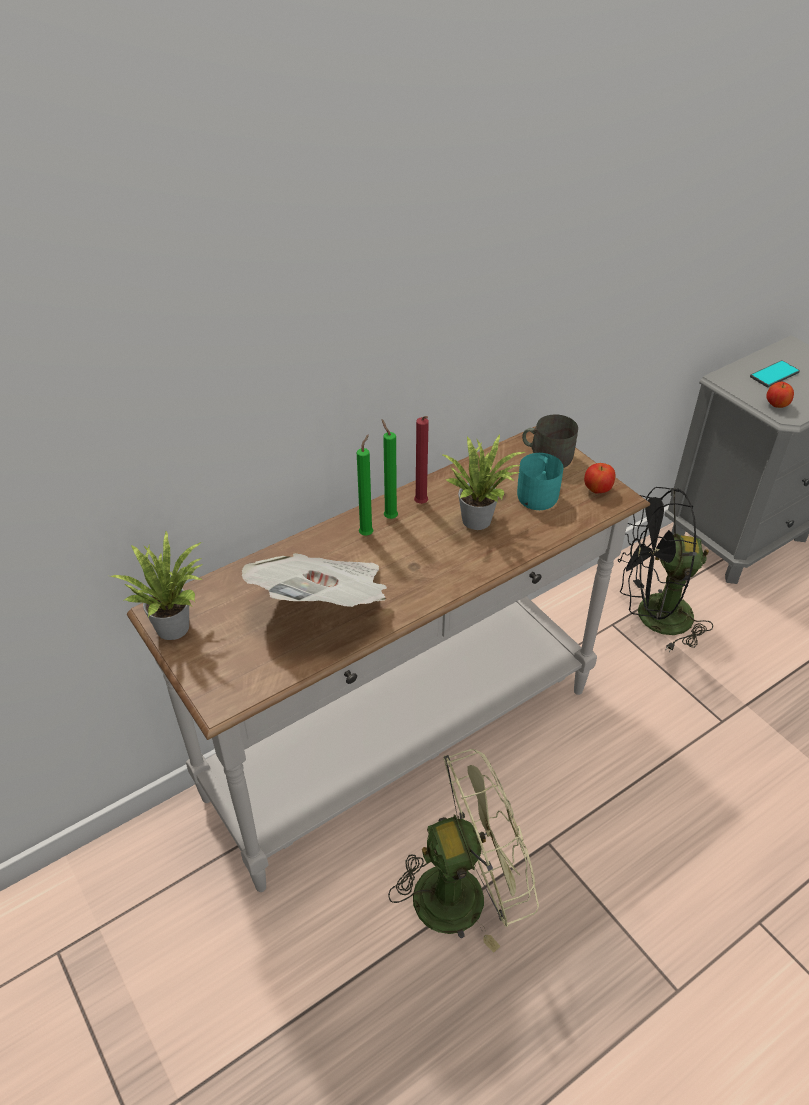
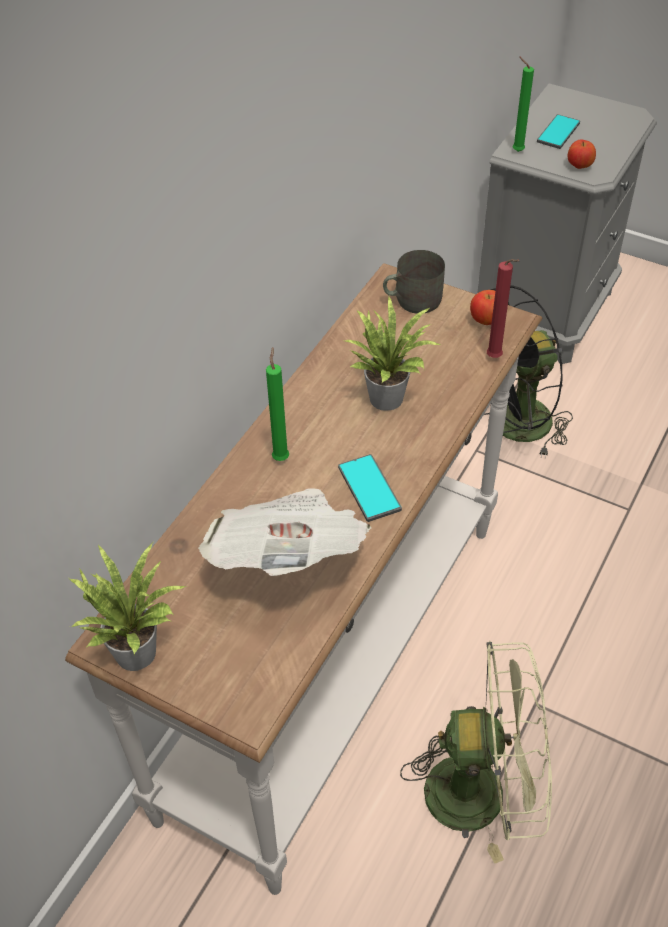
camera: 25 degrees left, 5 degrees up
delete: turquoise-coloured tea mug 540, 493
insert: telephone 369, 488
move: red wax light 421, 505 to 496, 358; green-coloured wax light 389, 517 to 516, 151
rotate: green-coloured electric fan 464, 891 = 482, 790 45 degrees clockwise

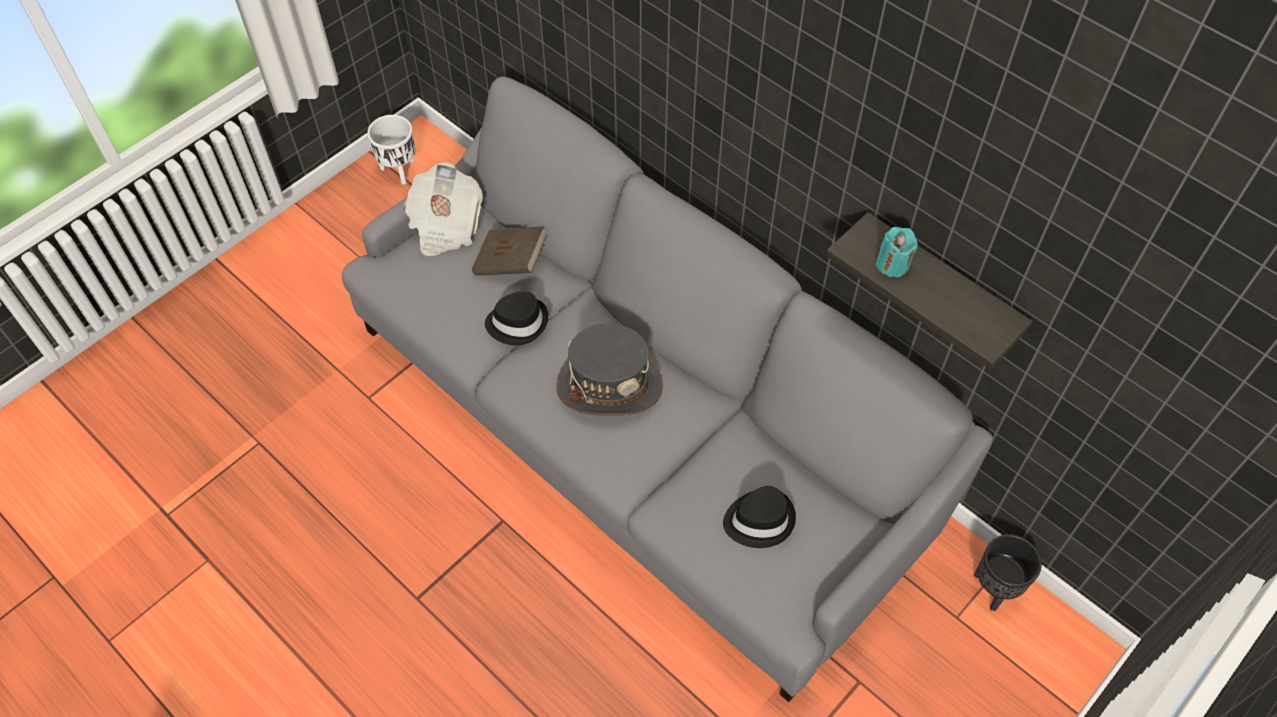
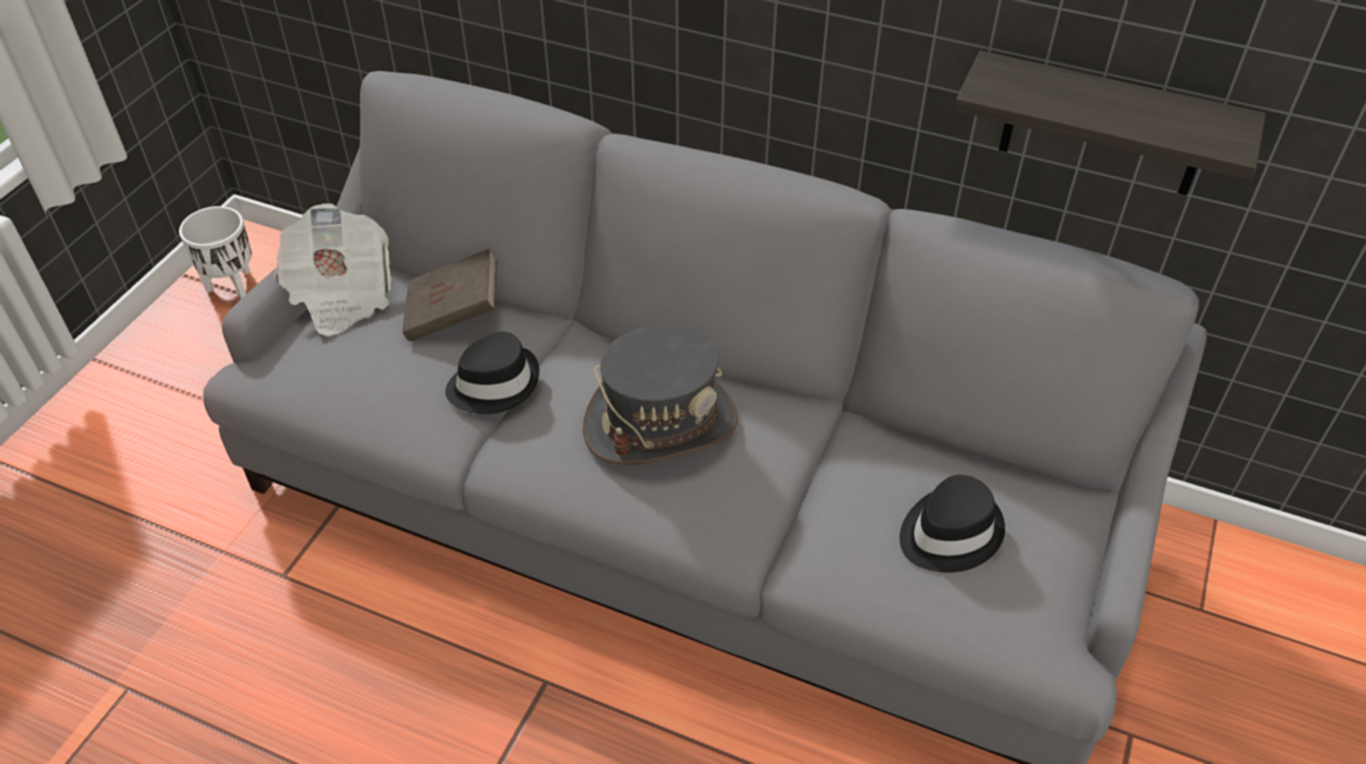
camera: 20 degrees left, 10 degrees down
delete: turquoise-coloured wax light 892, 264; black-coloured plant pot 995, 588

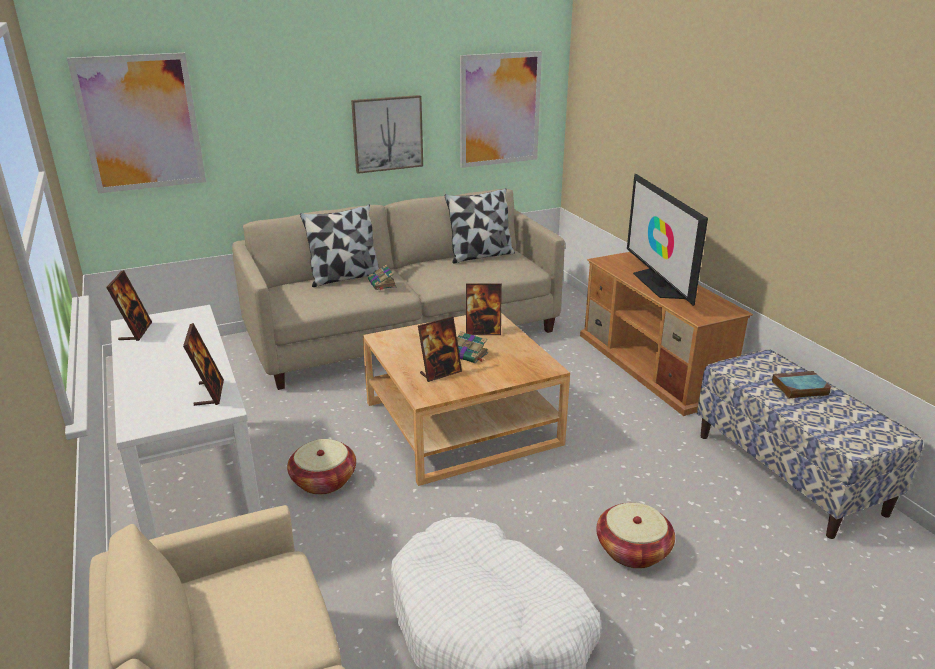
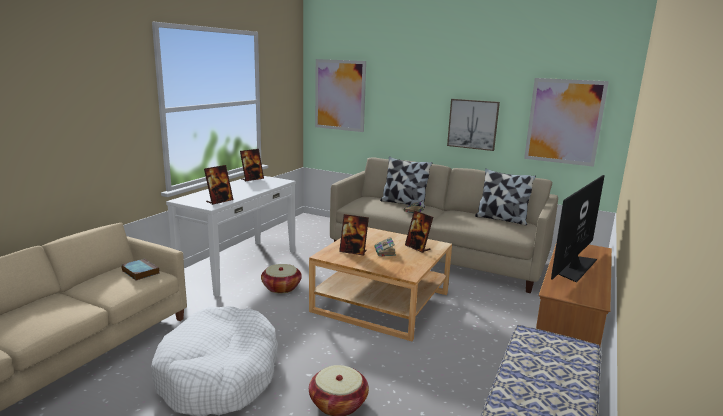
camera: 50 degrees right, 10 degrees down
move: book 799, 388 to 140, 272

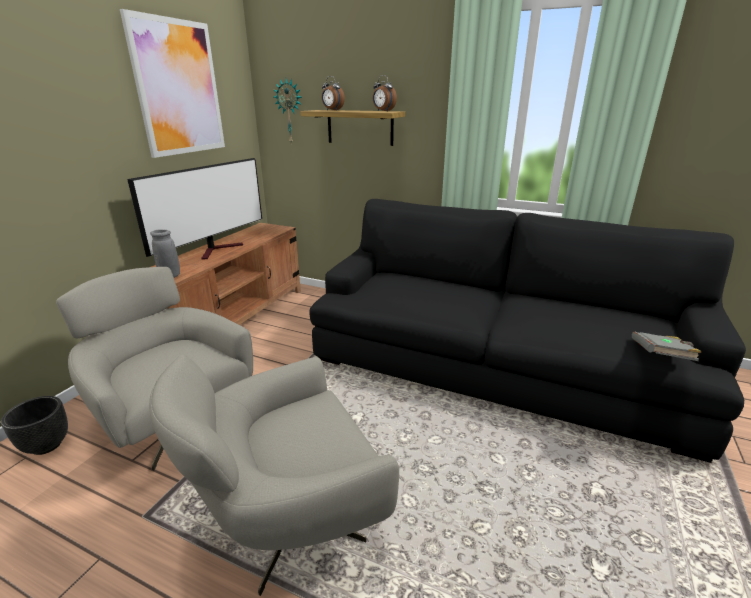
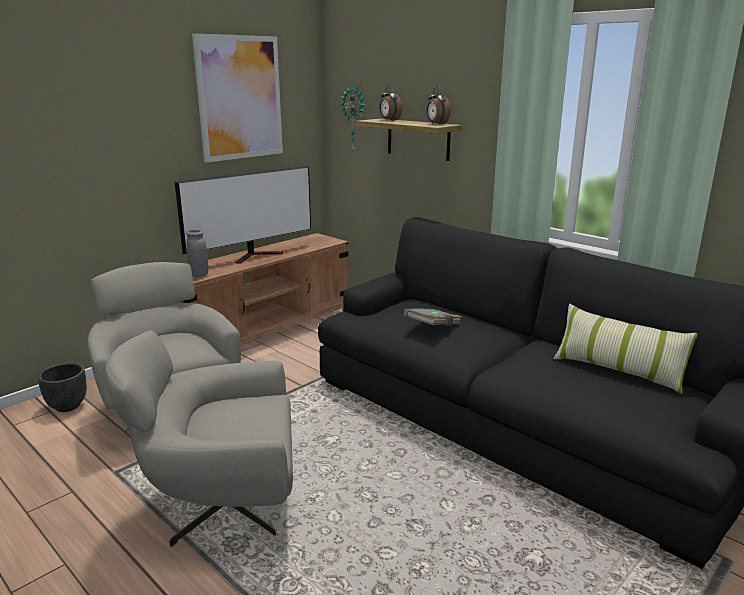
camera: 20 degrees right, 5 degrees down
insert: throw pillow 618, 370
move: grey book 661, 357 to 433, 327

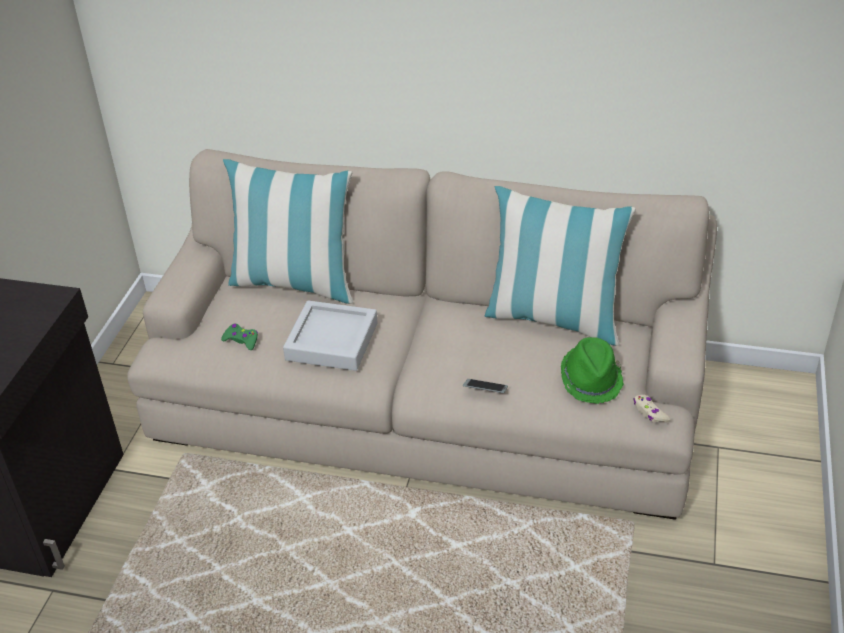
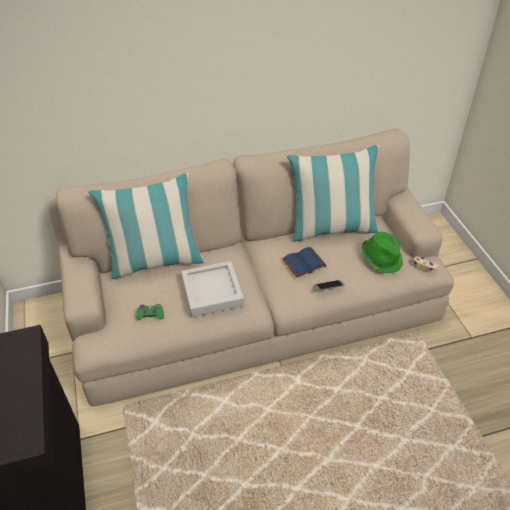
camera: 30 degrees left, 5 degrees up
insert: bluish book 304, 264

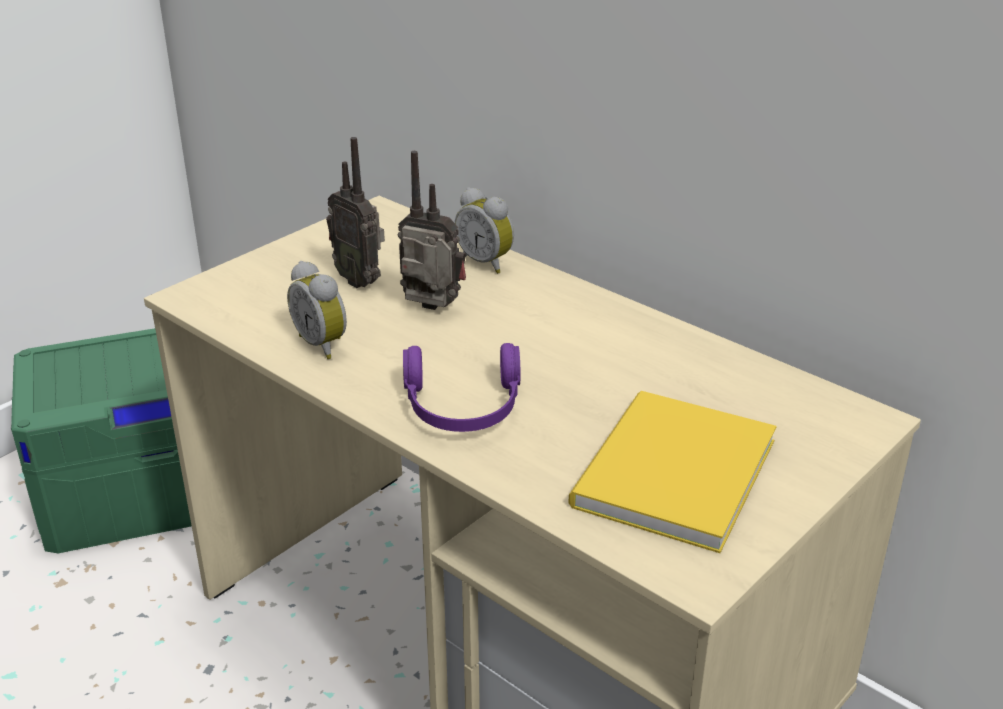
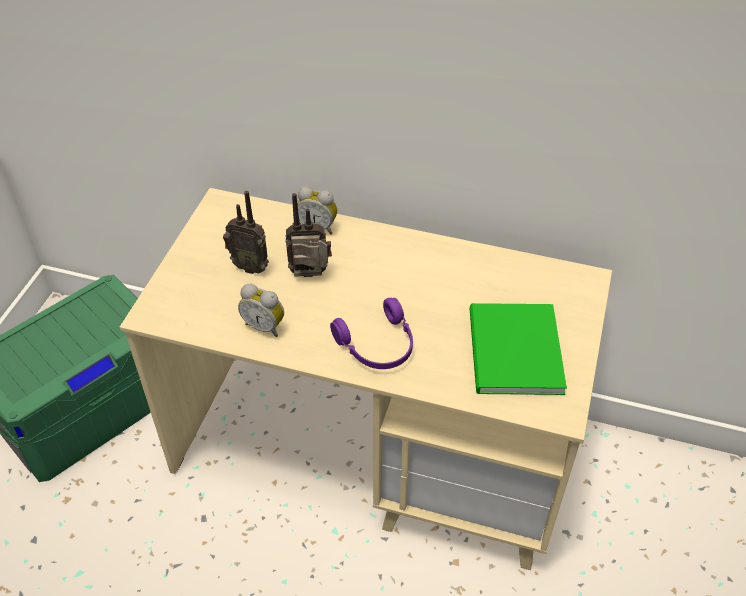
camera: 25 degrees left, 15 degrees up
recolor: yellow-coloured book 668, 475 to green-coloured book 512, 353

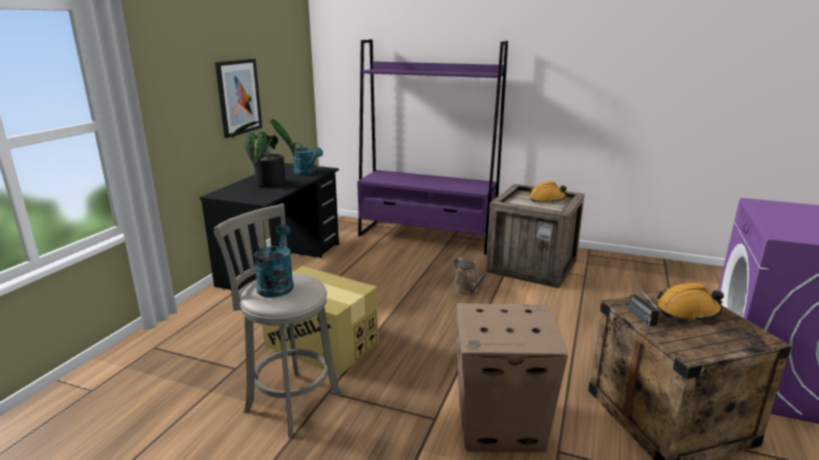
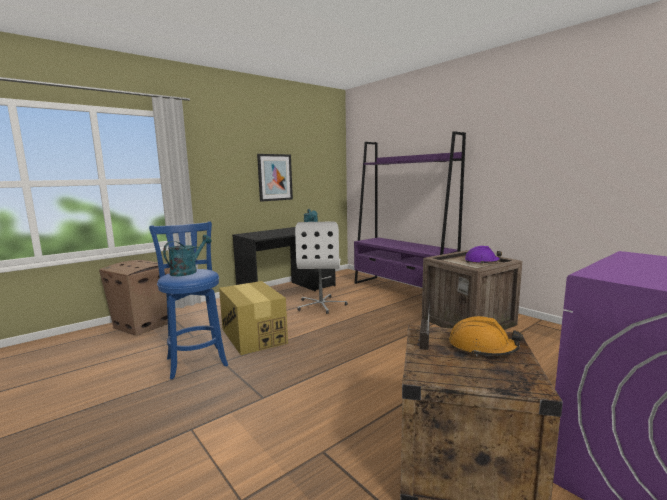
camera: 30 degrees right, 10 degrees down
delete: potted plant 268, 184; brown watering pot 467, 290
insert: whitish office chair 321, 305
move: cardboard box 501, 423 to 144, 325
recolor: orange-coloured hard hat 547, 199 to purplish hard hat 482, 262; grey stool 290, 401 to bluish stool 196, 360

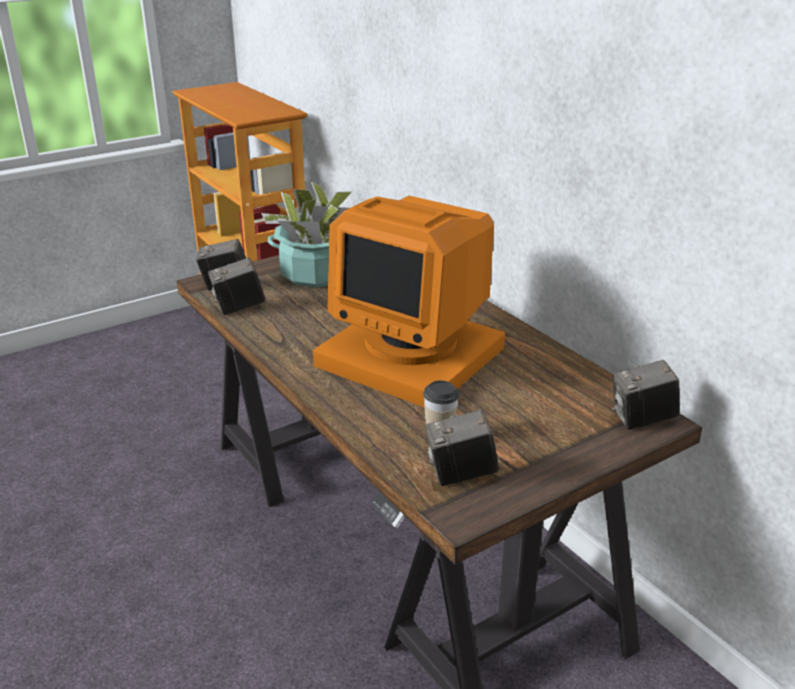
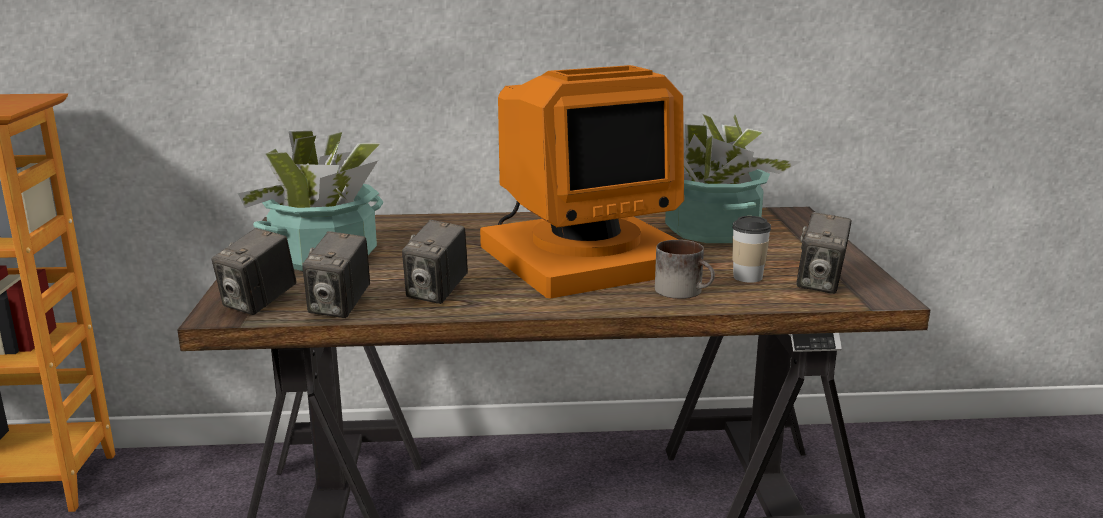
camera: 60 degrees left, 10 degrees down
insert: potted plant 712, 231; tea mug 684, 291
move: still camera 642, 420 to 437, 293

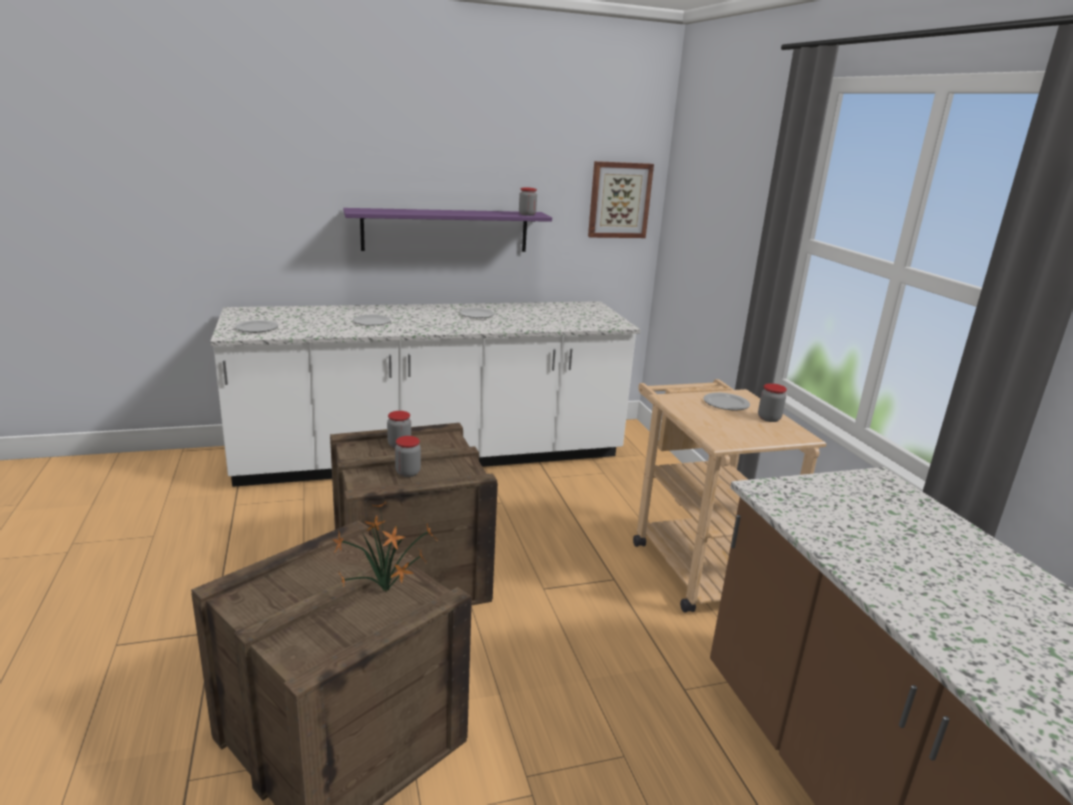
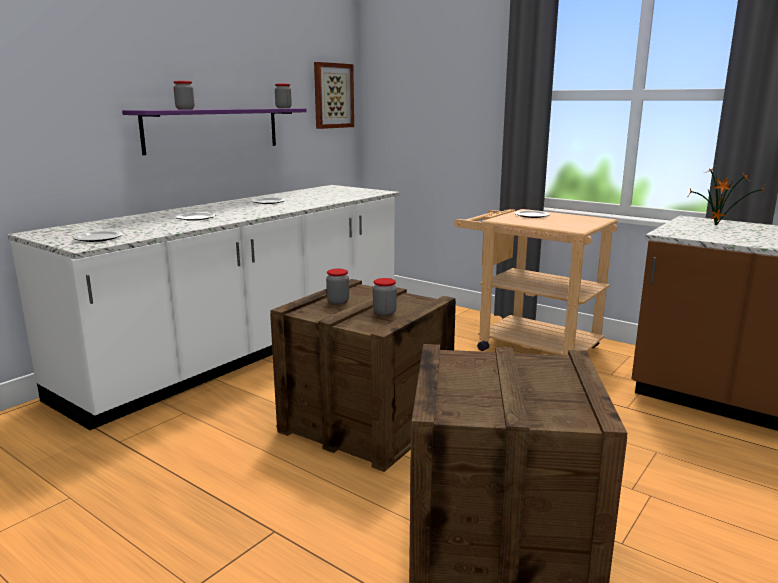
camera: 35 degrees left, 5 degrees down
move: preserve jar 769, 418 to 185, 109; potted plant 389, 592 to 716, 226

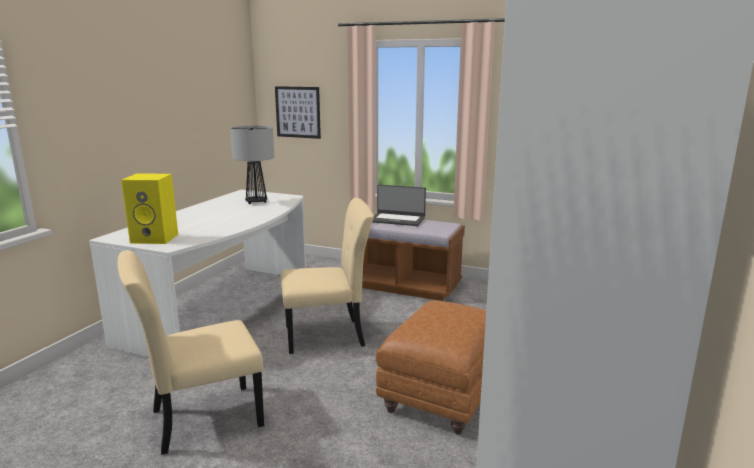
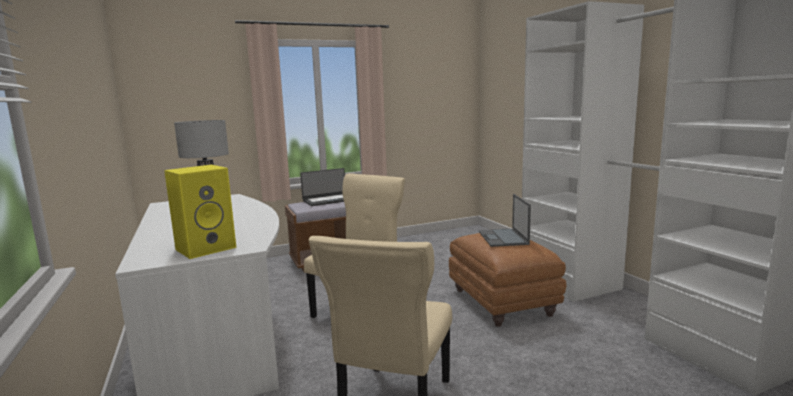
camera: 45 degrees left, 5 degrees down
delete: wall art 298, 112
insert: portable computer 503, 238

